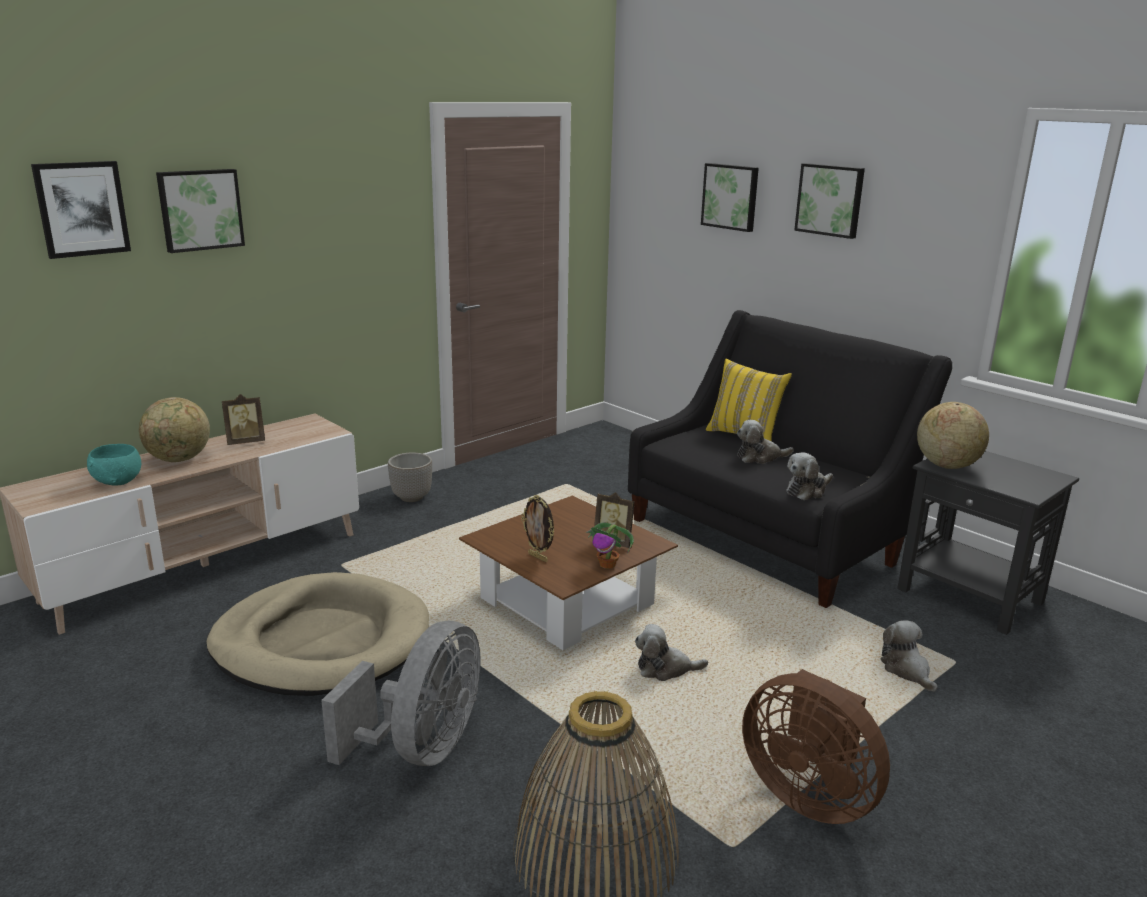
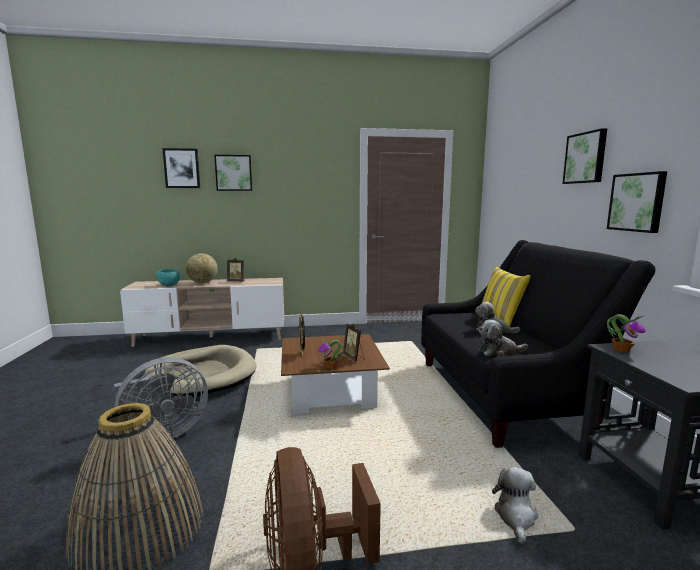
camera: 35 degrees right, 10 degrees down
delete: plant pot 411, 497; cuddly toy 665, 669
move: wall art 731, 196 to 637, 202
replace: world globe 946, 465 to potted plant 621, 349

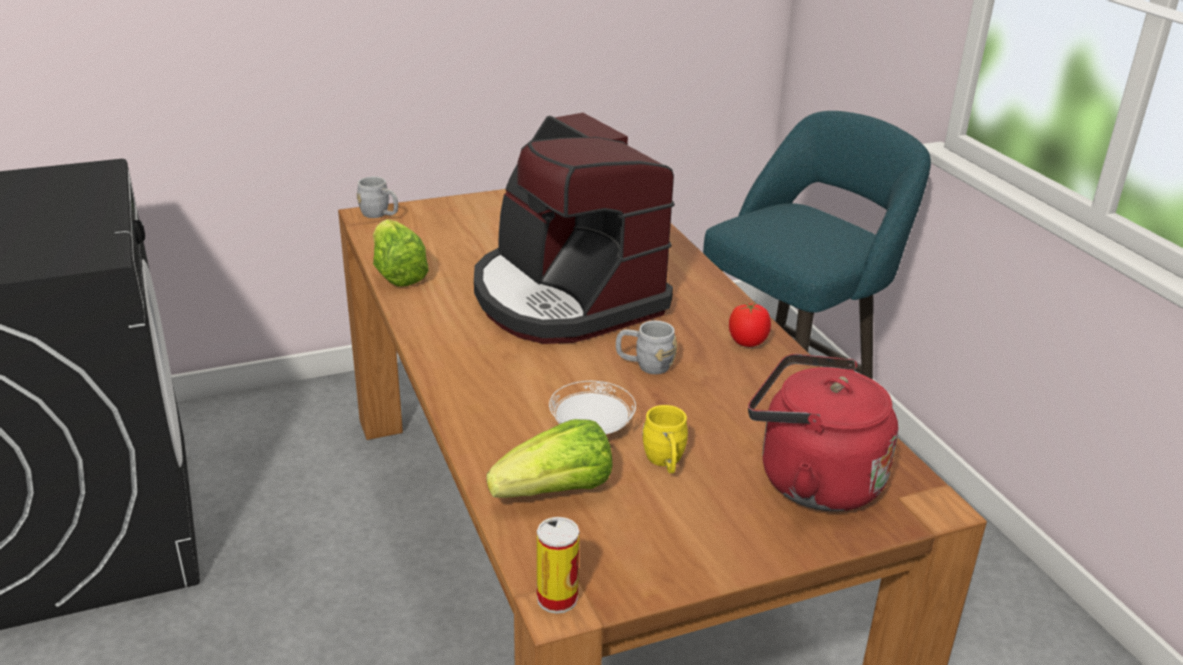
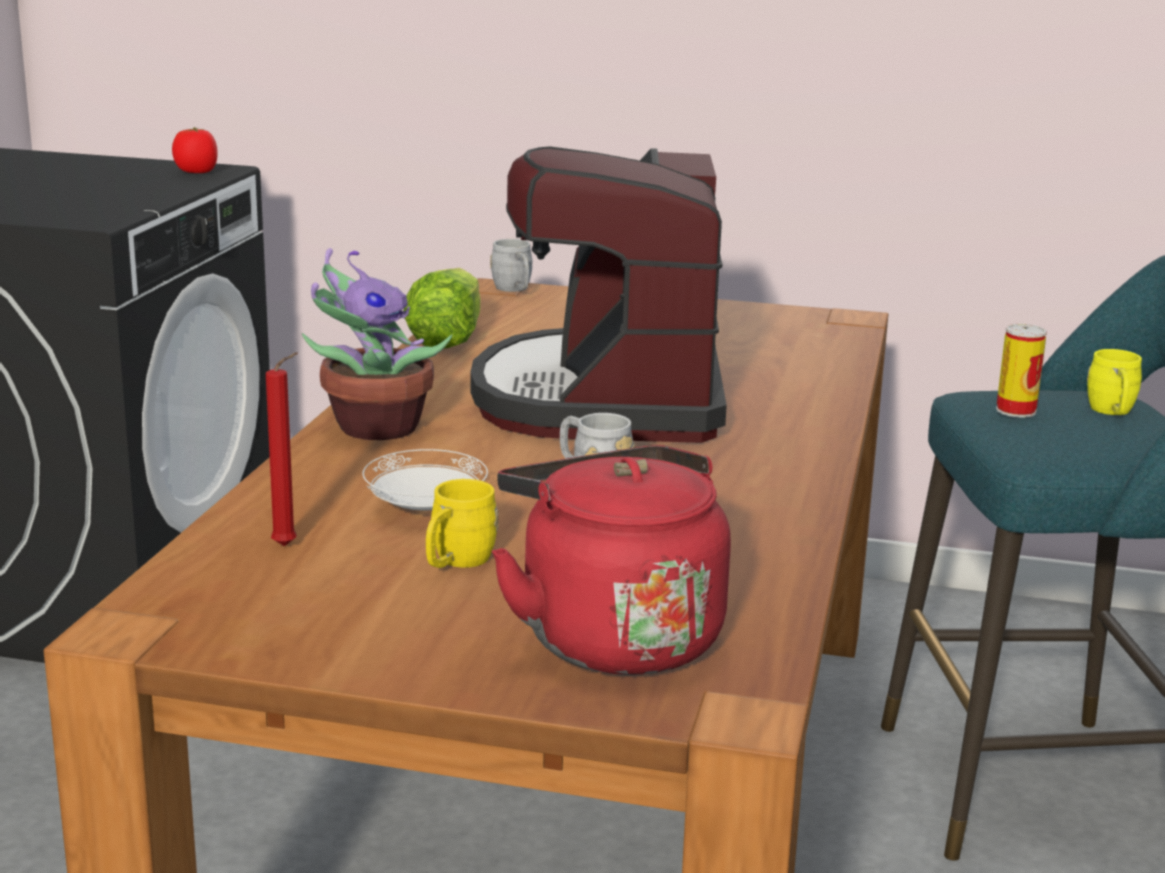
camera: 35 degrees right, 10 degrees down
insert: potted plant 372, 428; yellow-coloured tea mug 1112, 412
move: tomato 748, 342 to 196, 172; sealed can 557, 598 to 1016, 410
replace: head of lettuce 556, 492 to red wax light 288, 546

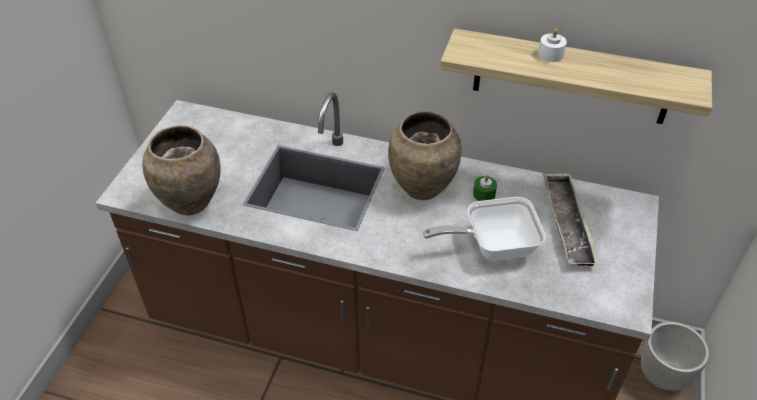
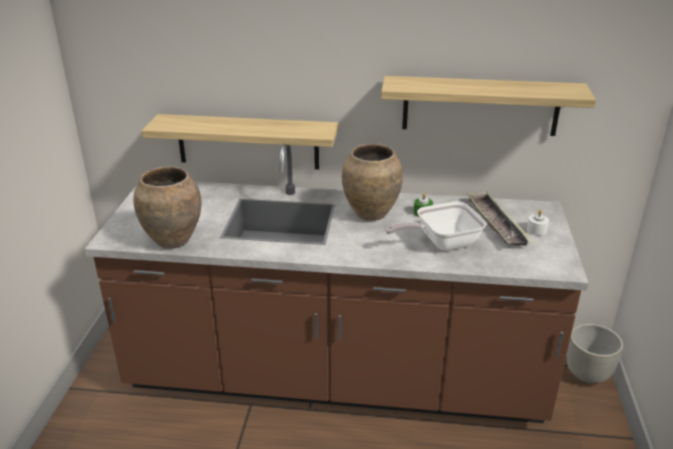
camera: 10 degrees left, 15 degrees down
insert: bracket shelf 248, 142
move: whitish wax light 550, 54 to 536, 230

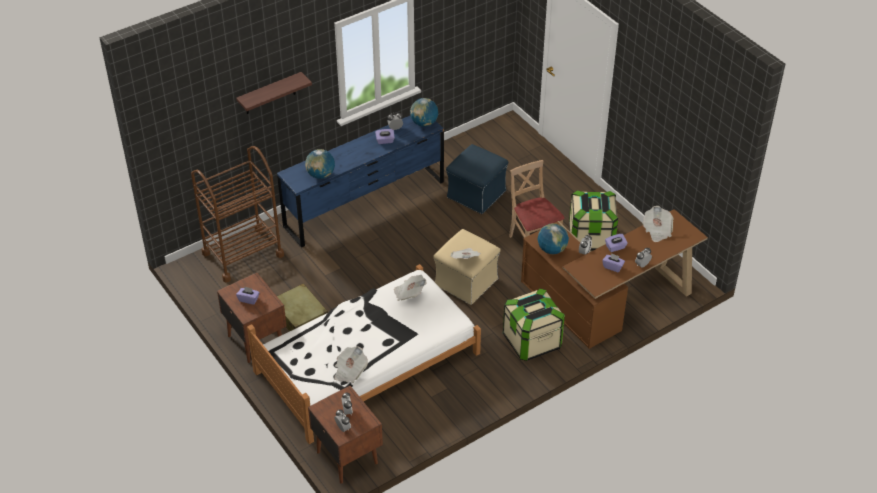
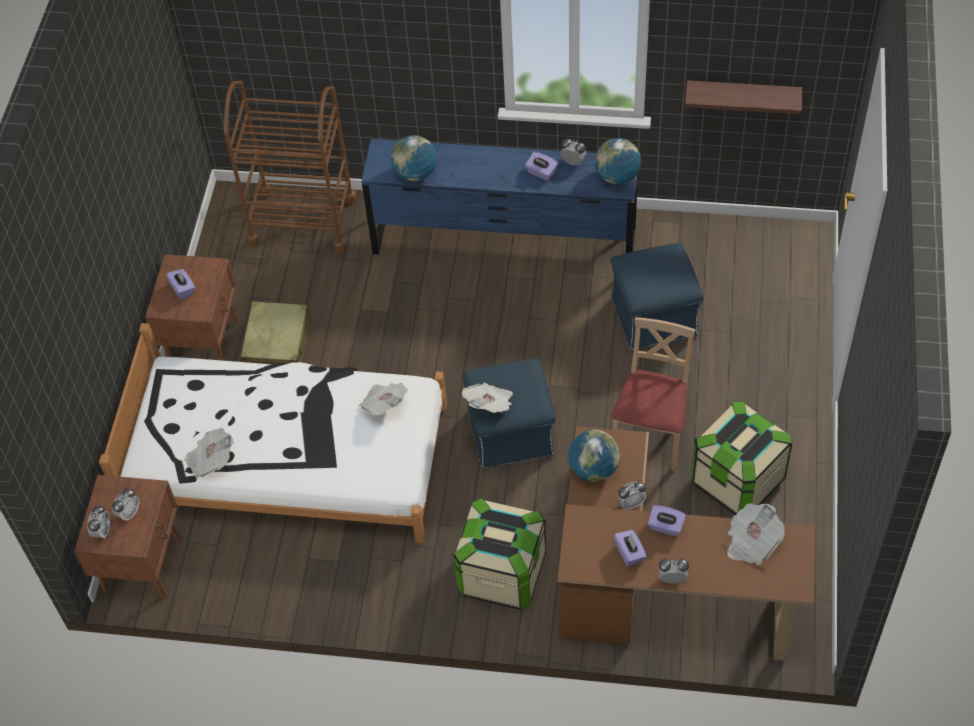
camera: 45 degrees right, 10 degrees up
move: bracket shelf 270, 94 to 742, 96
recolor: beige footrest 466, 282 to bluish footrest 509, 433

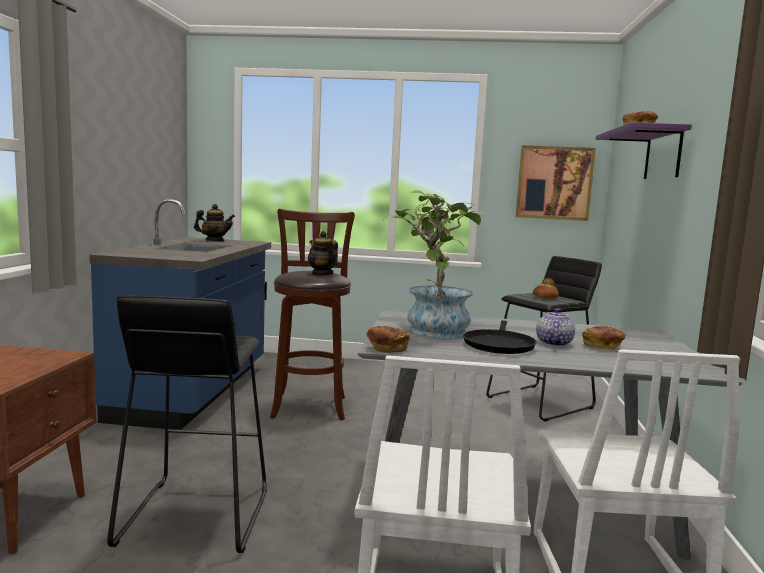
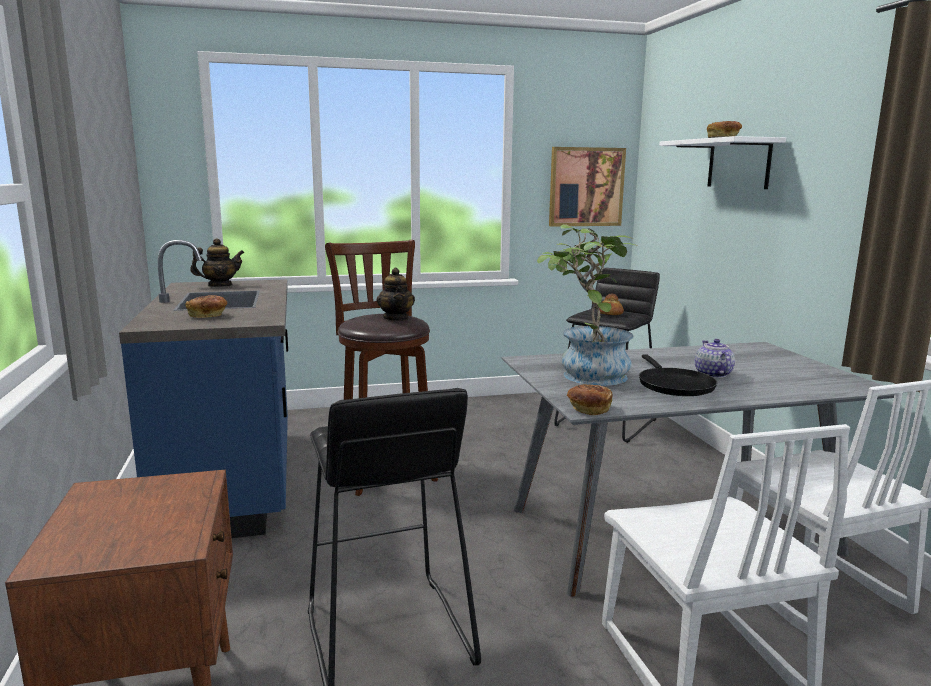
camera: 20 degrees left, 5 degrees up
move: bread 602, 347 to 208, 316
recolor: purplish bracket shelf 663, 155 to whitish bracket shelf 738, 164
rotate: pot for tea 322, 274 = 396, 318 135 degrees counterclockwise

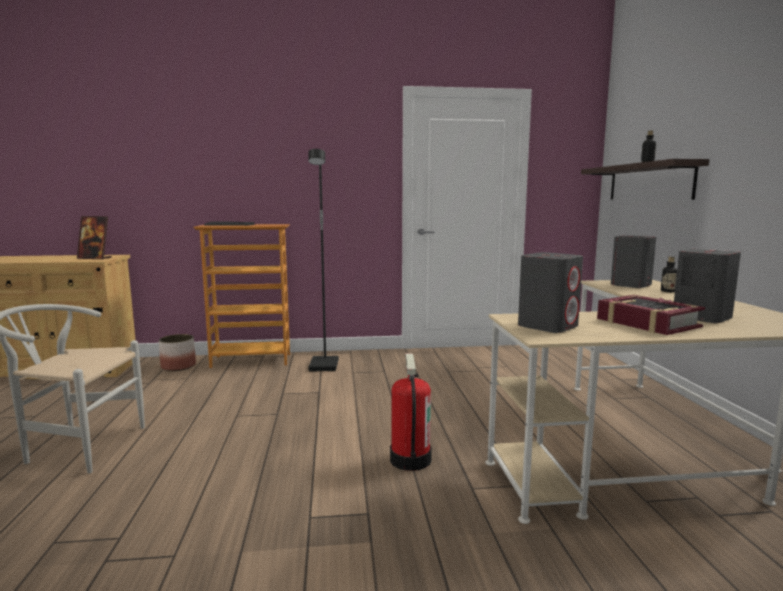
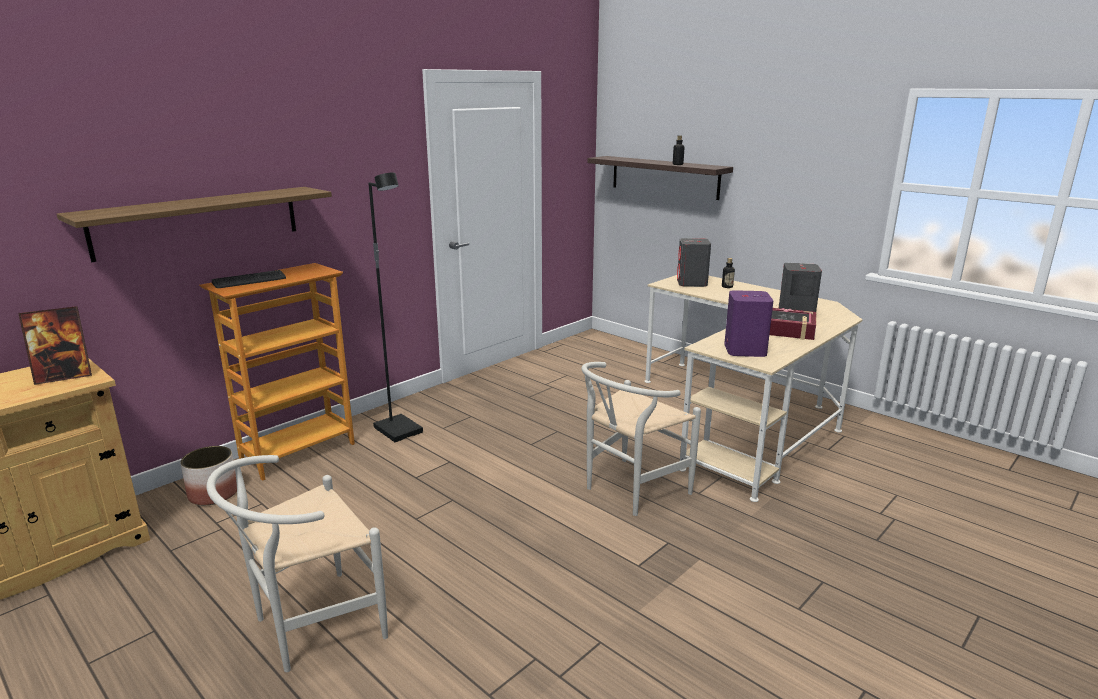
camera: 40 degrees left, 10 degrees up
insert: bracket shelf 199, 222
replace: fire-fighting cylinder 409, 459 to whitish plain chair 629, 491
recolor: grey loudspeaker 548, 326 to purplish loudspeaker 745, 350

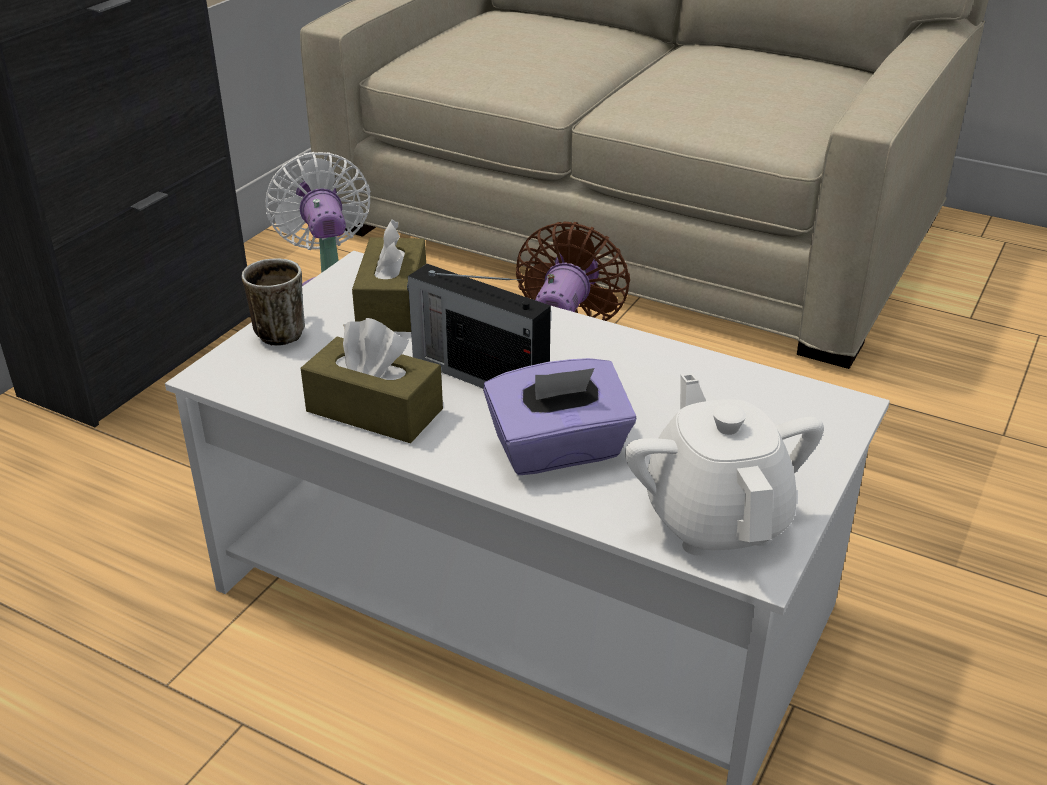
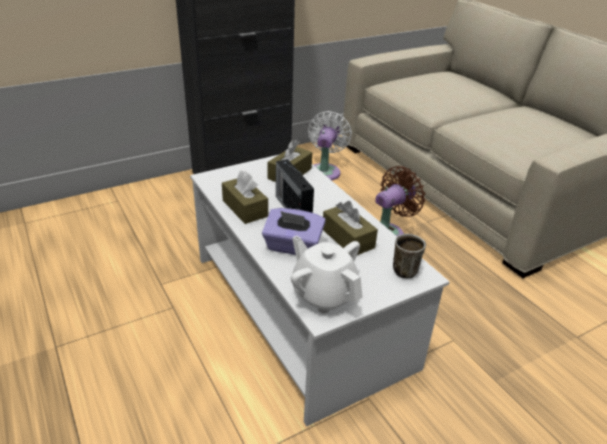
camera: 30 degrees right, 0 degrees up
insert: brown box of tissues 348, 238
move: tea mug 282, 330 to 407, 269
rotate: whitish pot for tea 716, 518 = 324, 294 60 degrees counterclockwise

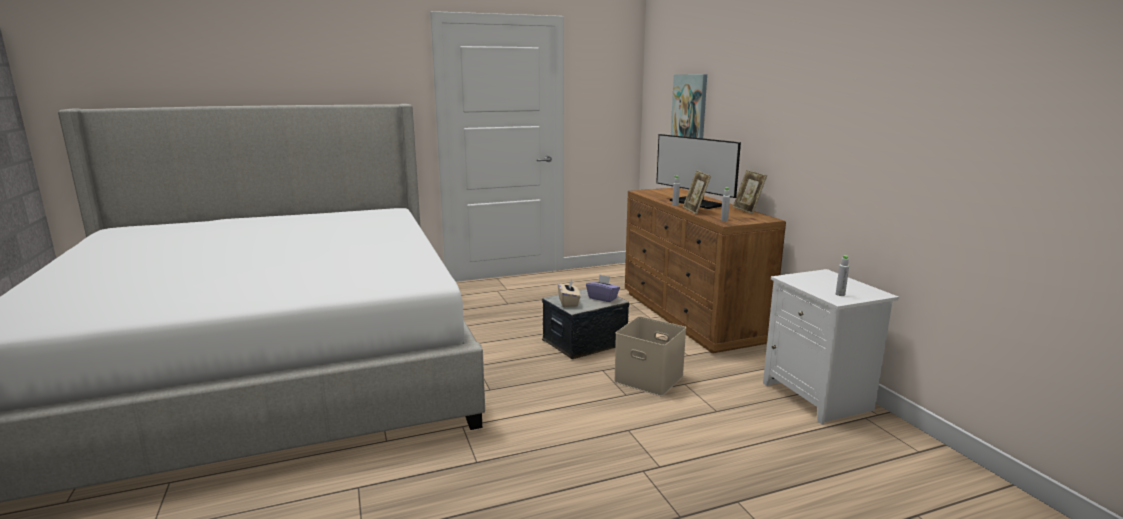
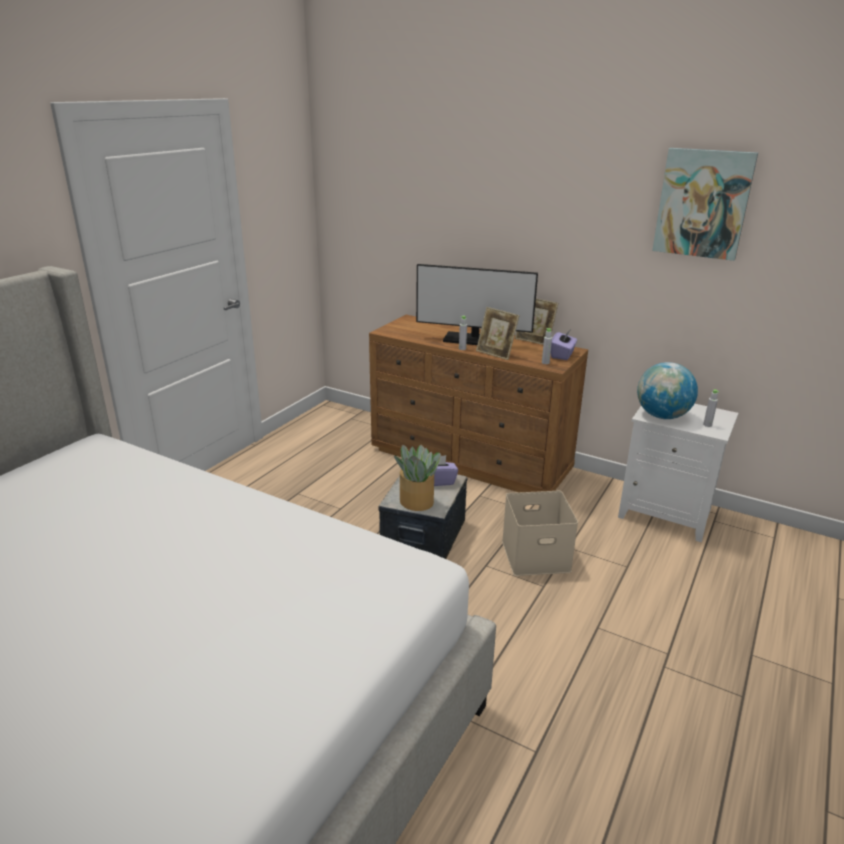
camera: 40 degrees left, 10 degrees up
insert: purplish box of tissues 562, 355; world globe 662, 416
move: wall art 690, 109 to 703, 203
replace: beige box of tissues 569, 302 to potted plant 417, 502

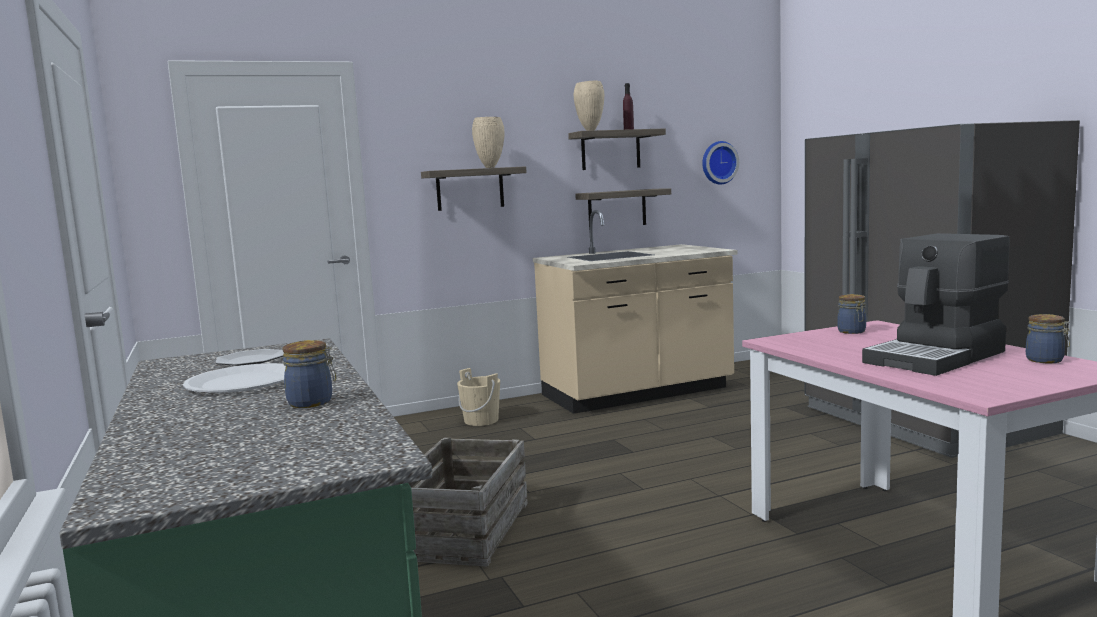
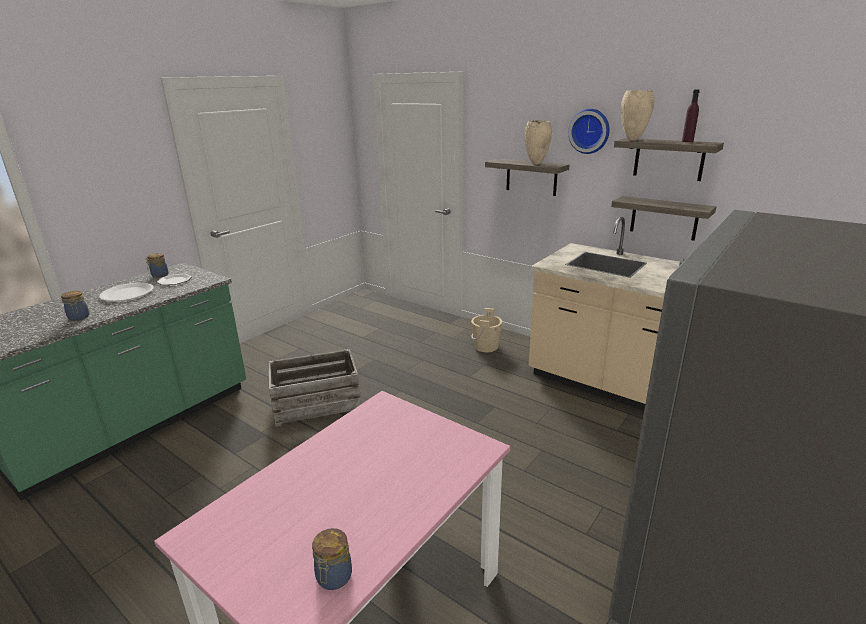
camera: 60 degrees right, 15 degrees up
delete: coffee maker 937, 357
move: hanging clock 718, 163 to 590, 131; preserve jar 852, 332 to 159, 275

